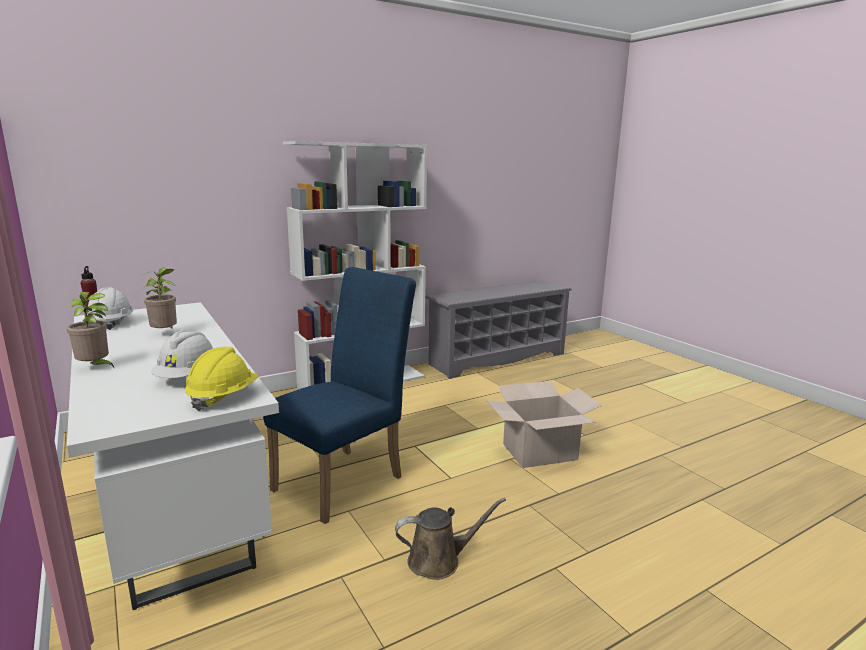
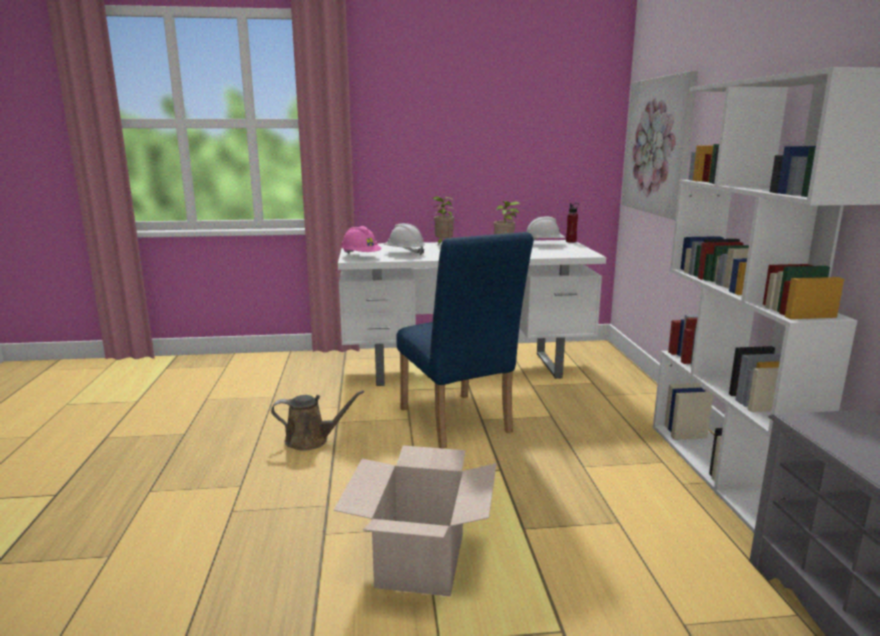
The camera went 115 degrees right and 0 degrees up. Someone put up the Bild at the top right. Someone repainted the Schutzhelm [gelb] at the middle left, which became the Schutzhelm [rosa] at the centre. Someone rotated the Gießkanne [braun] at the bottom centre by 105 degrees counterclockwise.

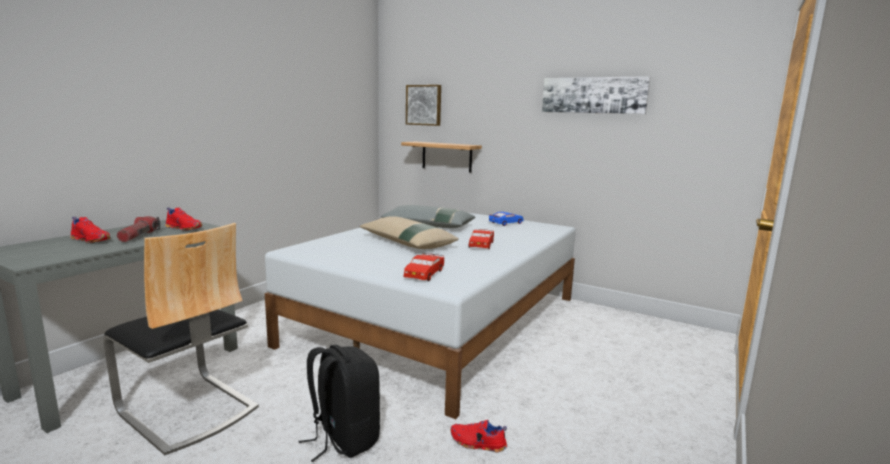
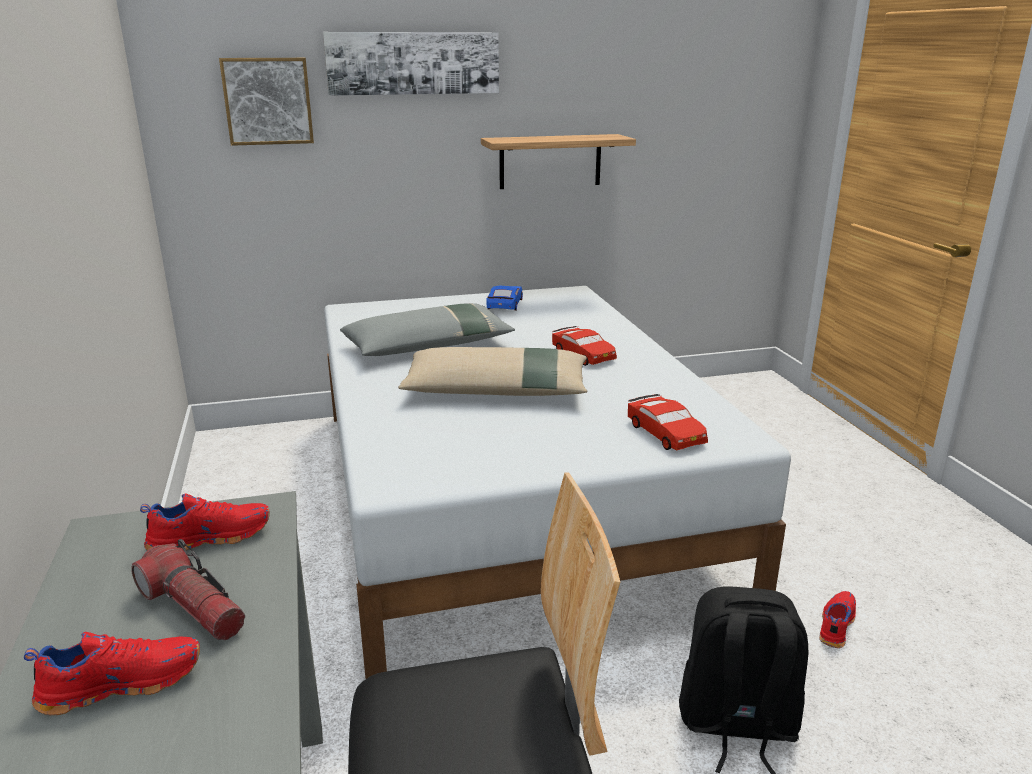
The camera went 45 degrees left and 10 degrees up. Someone carried the Wandregal from the centre to the top centre. Someone carried the Bild (2nd from left) from the top right to the top centre. Someone rotated the Schuh [rot] (3rd from left) at the bottom centre by 150 degrees clockwise.

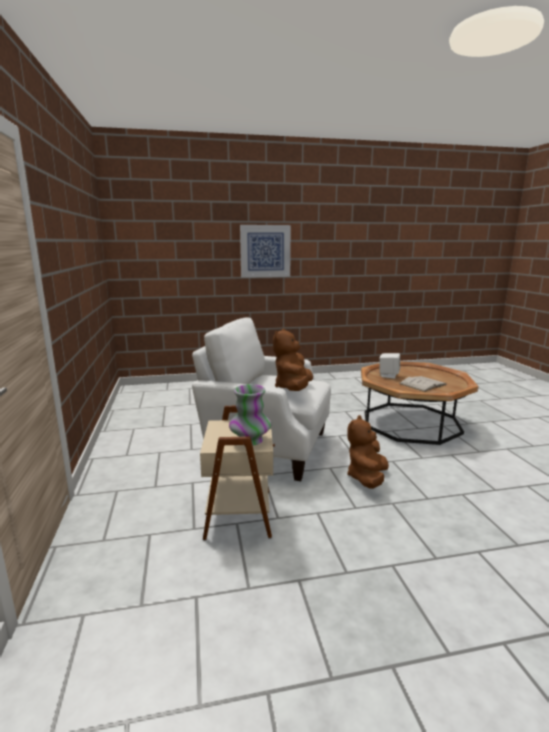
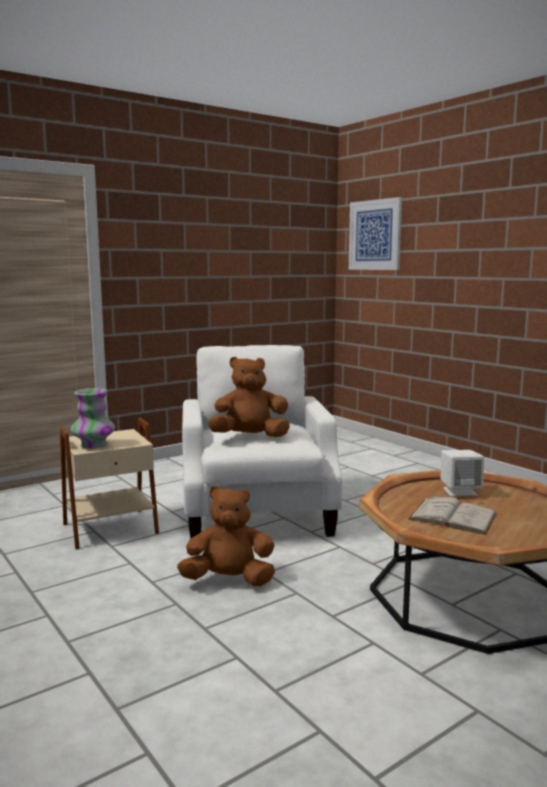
The camera went 65 degrees right and 5 degrees down. Someone carried the Bild from the centre to the top right.

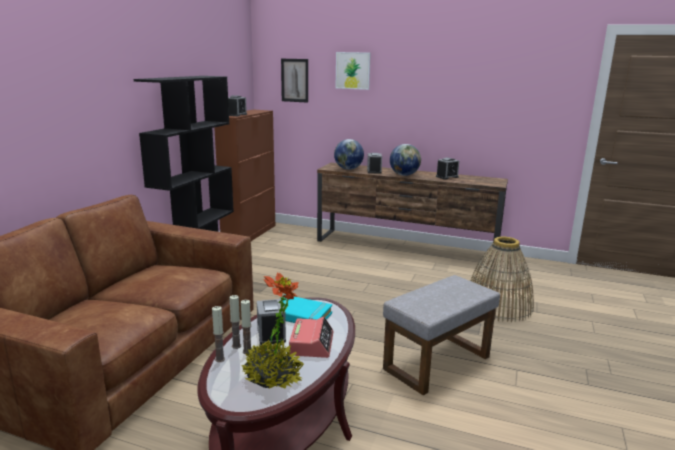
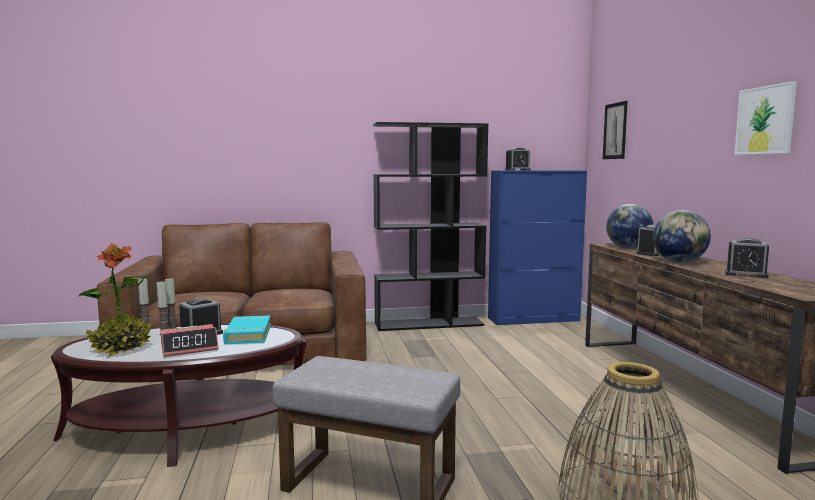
The camera went 60 degrees right and 10 degrees down. Someone carried the Bild (2nd from left) from the top centre to the top right. Someone repainted the Schrank [braun] at the centre, which became the Schrank [blau] at the centre.

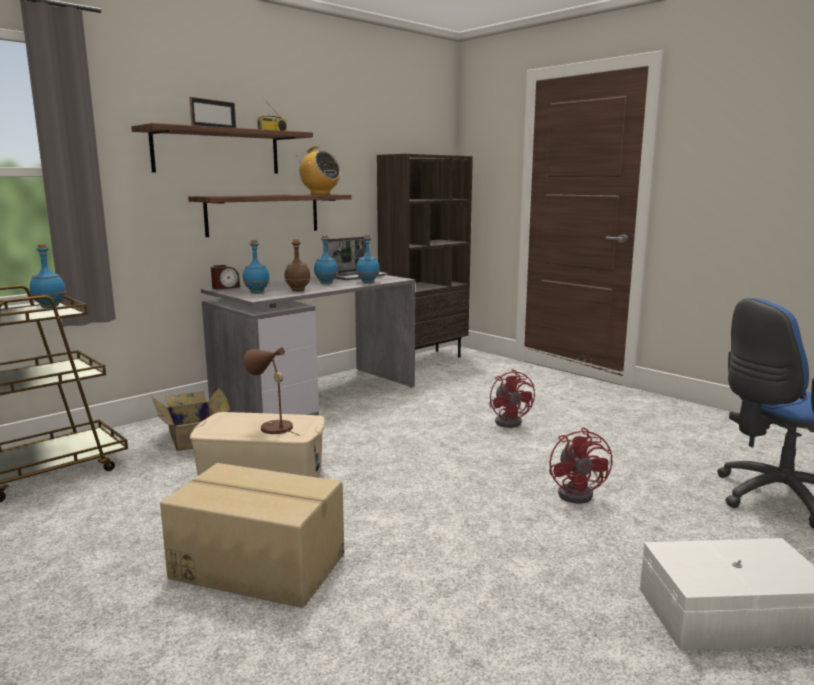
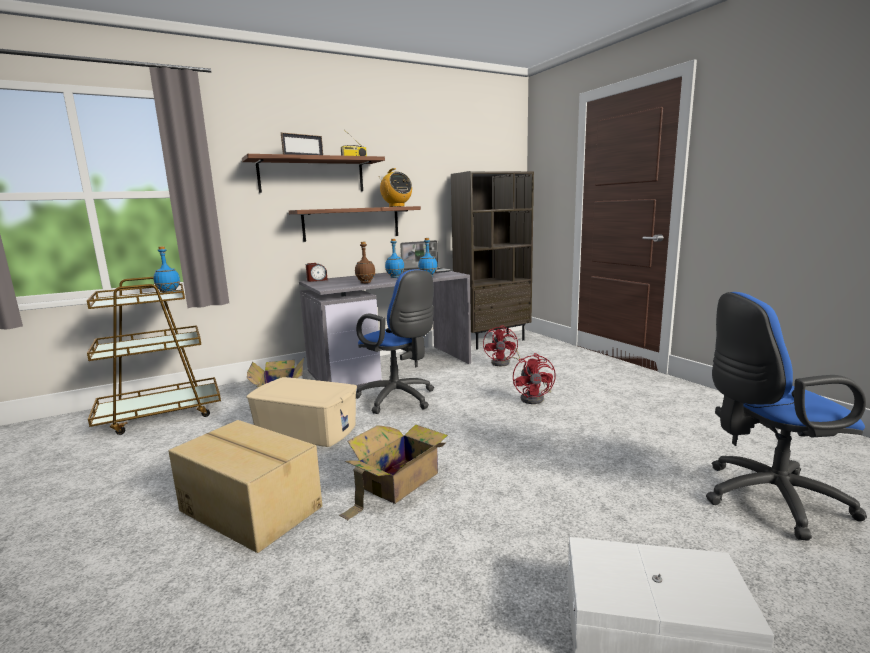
The camera went 15 degrees right and 0 degrees up. Someone took away the Flasche [blau] (2nd from left) at the middle left. Someone took away the Tischlampe [braun] at the centre. Someone put down the Karton (3rd from left) at the bottom centre. Someone put down the Bürostuhl [blau] (1st from left) at the centre. Someone carried the Ventilator [rot] (2nd from left in the first image) from the bottom right to the centre.

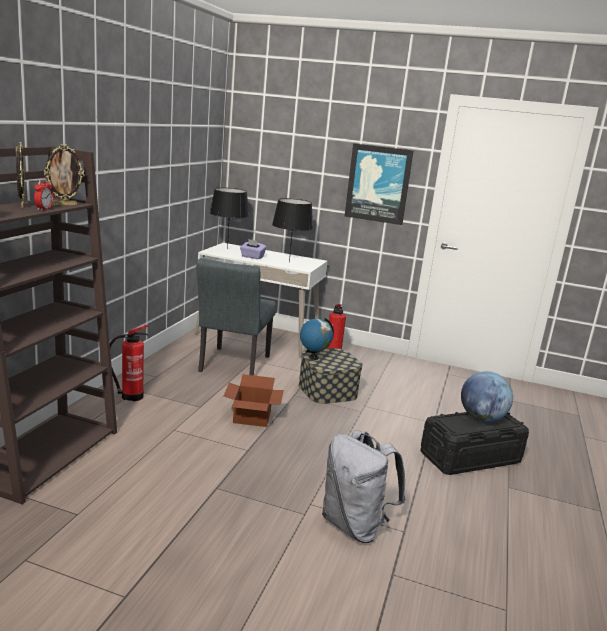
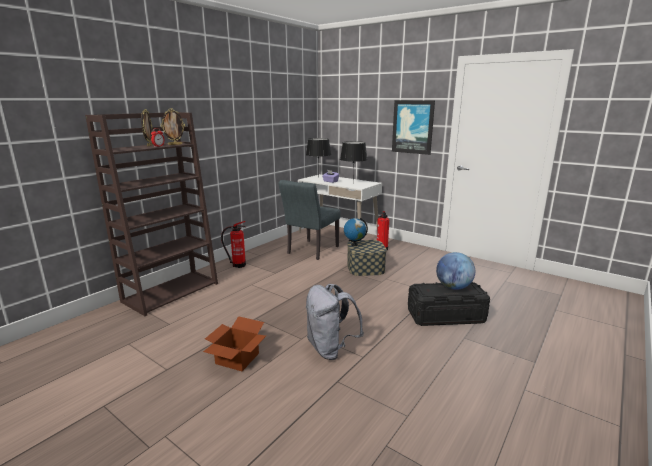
The camera went 20 degrees right and 0 degrees up. Someone carried the Karton from the centre to the bottom centre.

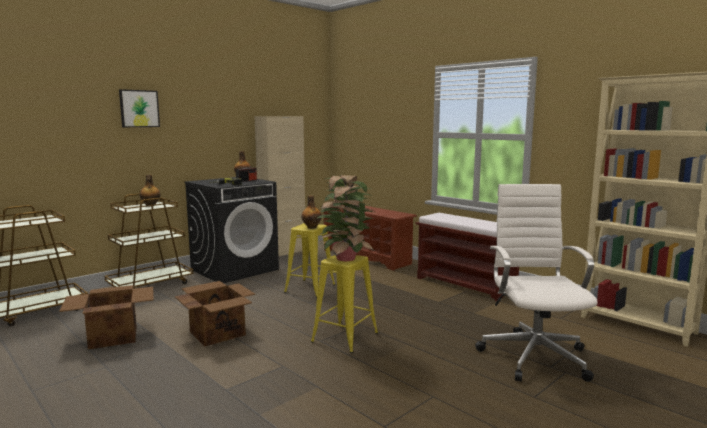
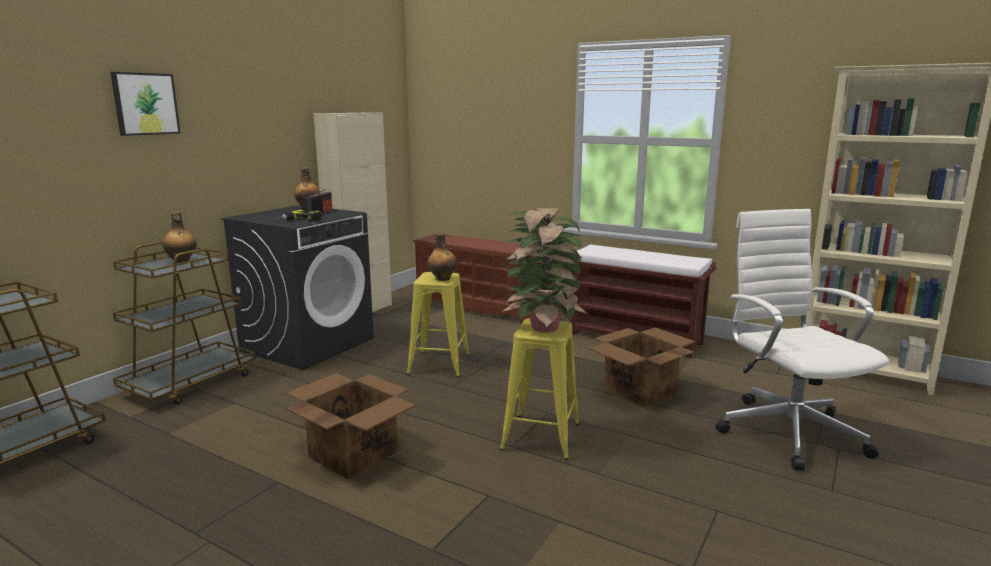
The camera went 15 degrees left and 5 degrees up. Someone carried the Karton (1st from left in the first image) from the bottom left to the centre.

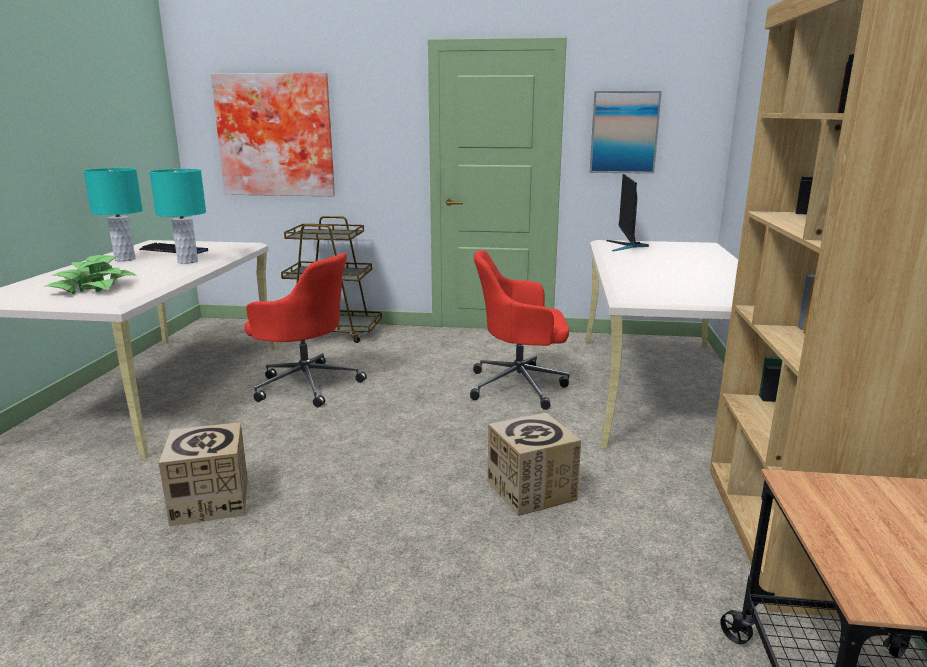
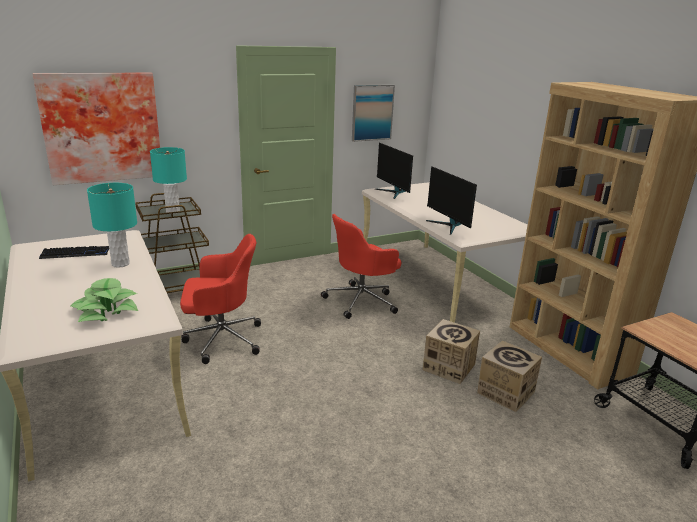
The camera went 35 degrees left and 5 degrees up. Someone put down the Monitor (2nd from left) at the centre. Someone carried the Tischlampe [türkis] (1st from left in the first image) from the top left to the middle left. Someone carried the Karton (1st from left in the first image) from the bottom left to the bottom right.

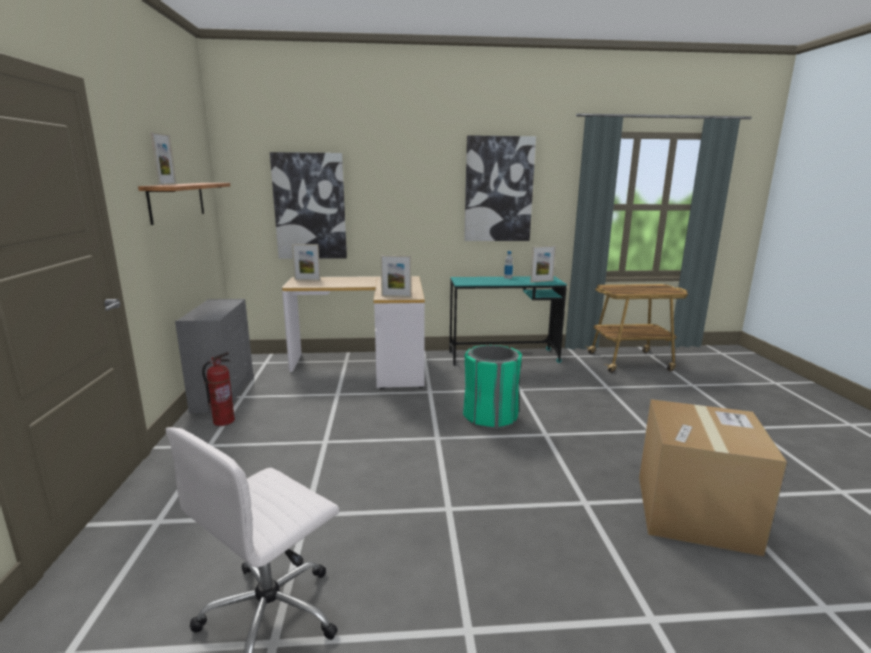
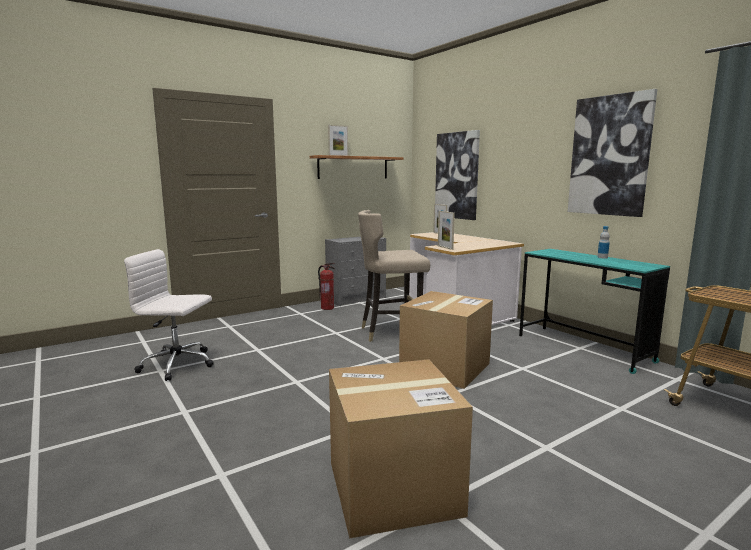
The camera went 60 degrees right and 5 degrees down. Someone took away the Bilderrahmen (4th from left) at the centre. Someone put down the Hocker [beige] at the centre. Someone swapped the Mülleimer [grün] at the centre for the Karton (2nd from left) at the centre.

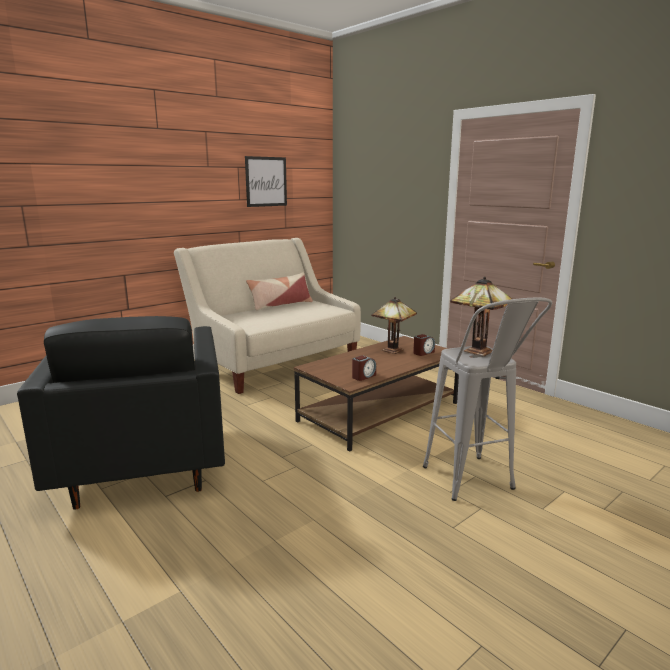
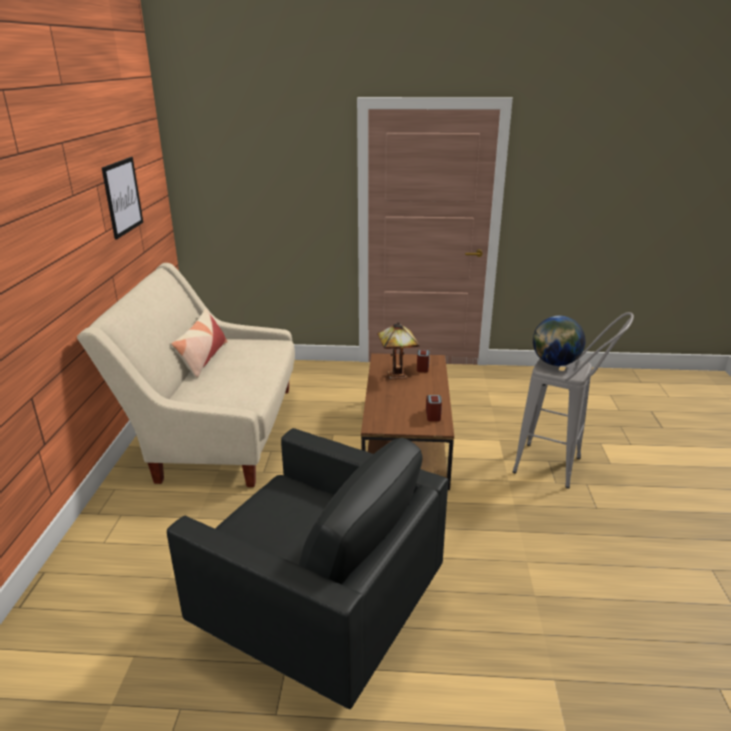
The camera went 45 degrees left and 10 degrees up. Someone swapped the Tischlampe (2nd from left) at the middle right for the Globus at the middle right.

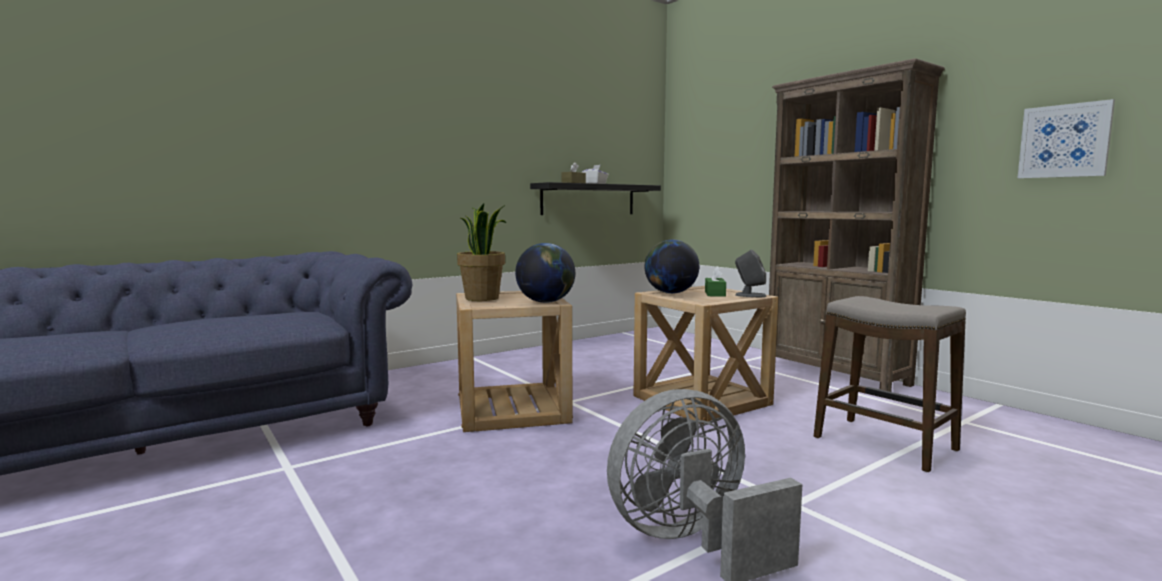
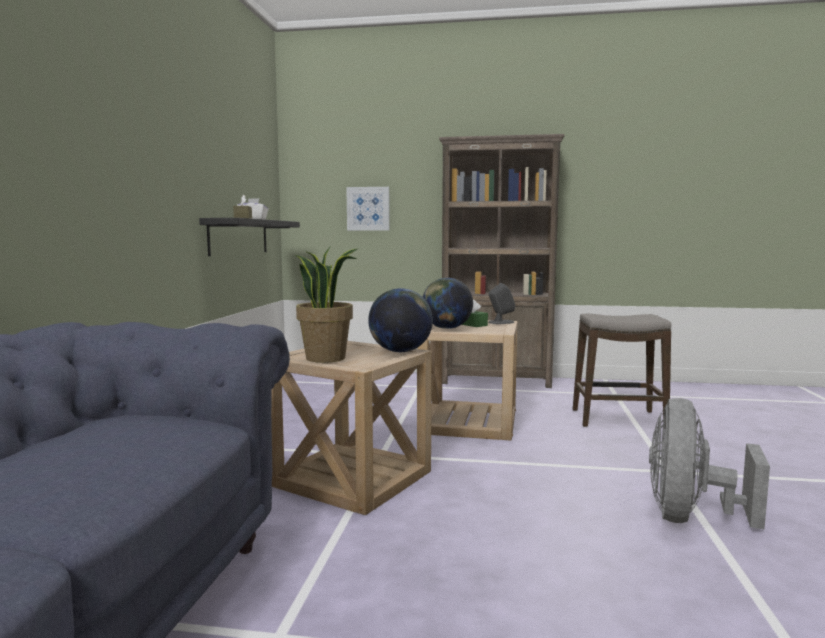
The camera went 45 degrees left and 0 degrees up. Someone carried the Bild from the top right to the top centre.

